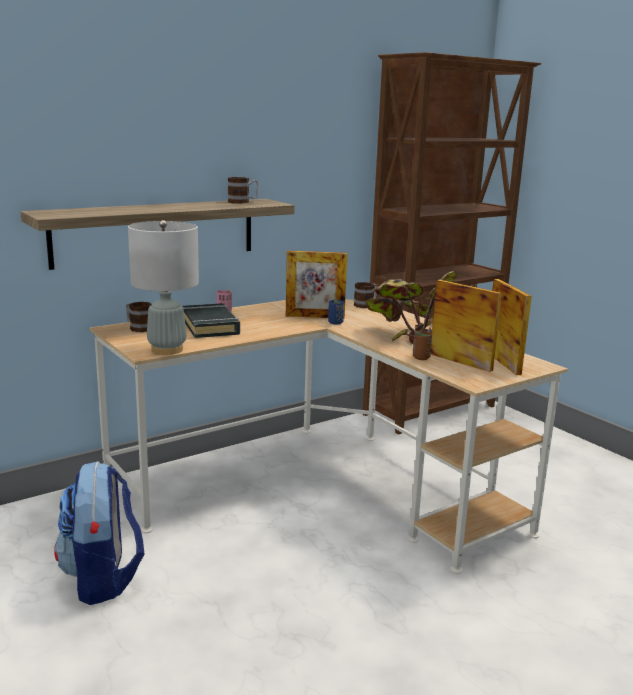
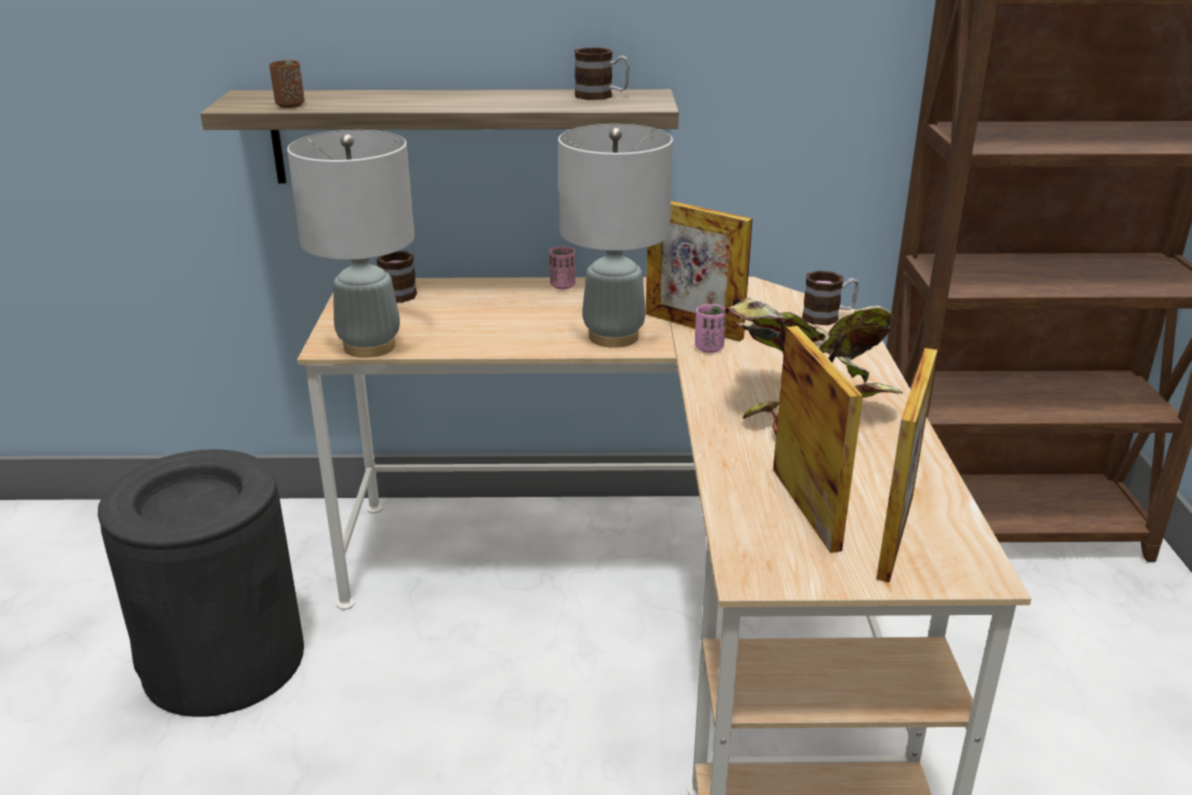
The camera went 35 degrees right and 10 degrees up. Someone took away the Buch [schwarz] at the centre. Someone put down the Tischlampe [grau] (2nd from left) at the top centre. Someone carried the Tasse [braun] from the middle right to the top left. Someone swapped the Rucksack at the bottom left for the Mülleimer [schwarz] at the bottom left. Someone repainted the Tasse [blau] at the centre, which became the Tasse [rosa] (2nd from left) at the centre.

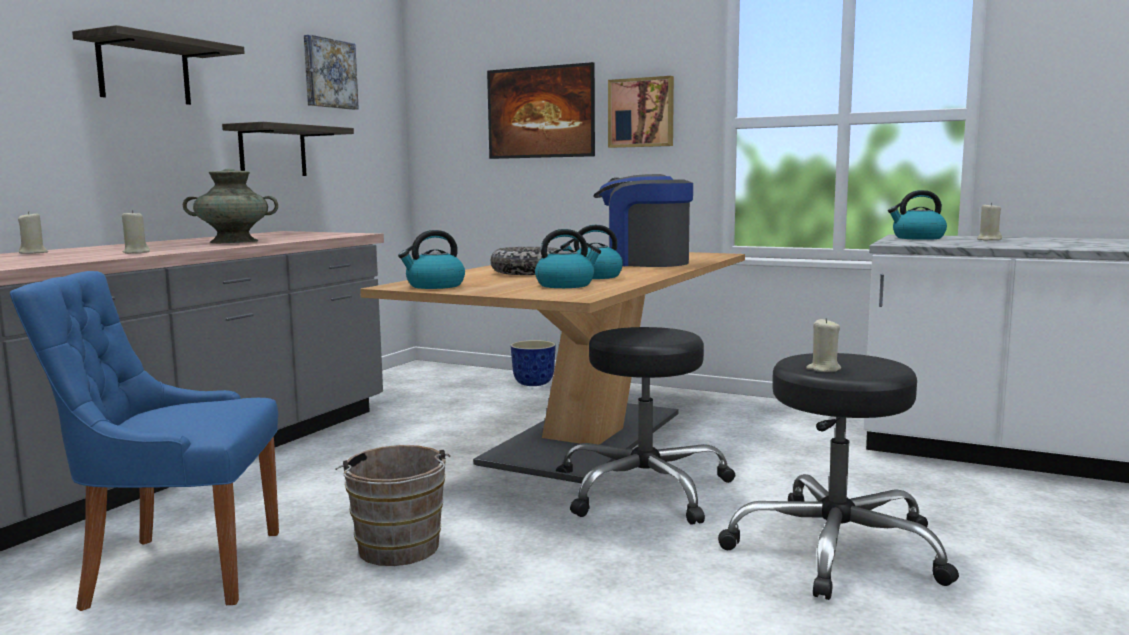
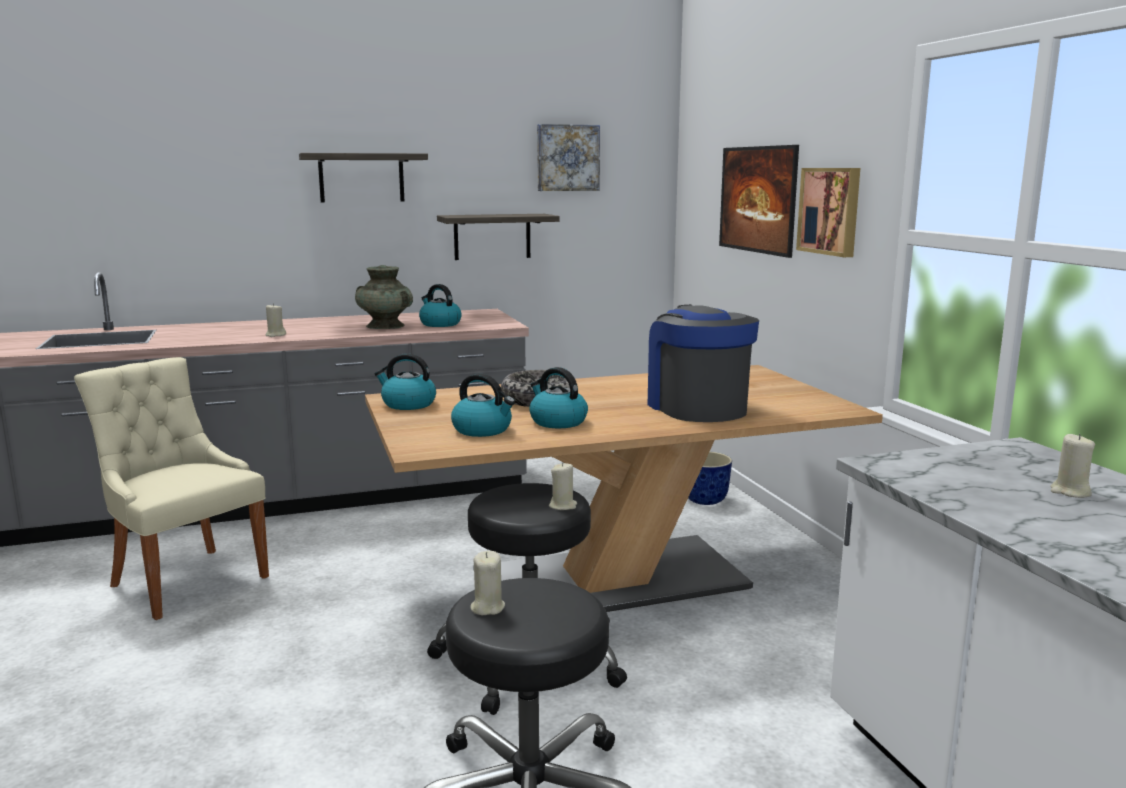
The camera went 45 degrees right and 5 degrees up. Someone took away the Eimer [braun] at the bottom centre. Someone carried the Kerze [beige] (1st from left in the first image) from the middle left to the centre. Someone carried the Wasserkessel (4th from left in the first image) from the middle right to the centre. Someone repainted the Stuhl [blau] at the bottom left, which became the Stuhl [beige] at the middle left.

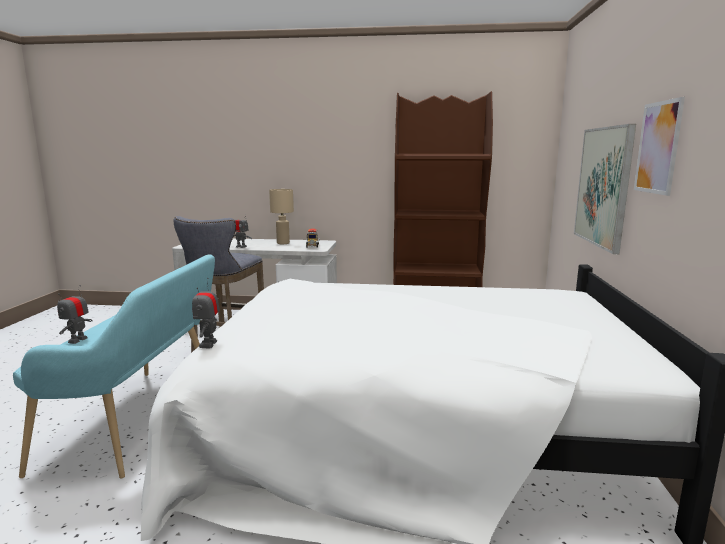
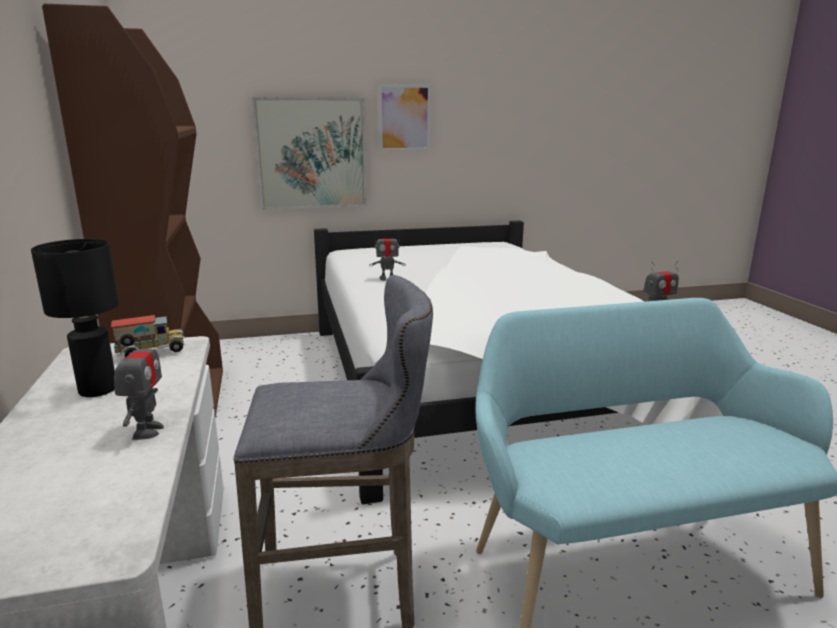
The camera went 110 degrees left and 5 degrees up. Someone carried the Spielzeugroboter (1st from left in the first image) from the middle left to the centre. Someone repainted the Tischlampe [beige] at the centre, which became the Tischlampe [schwarz] at the middle left.

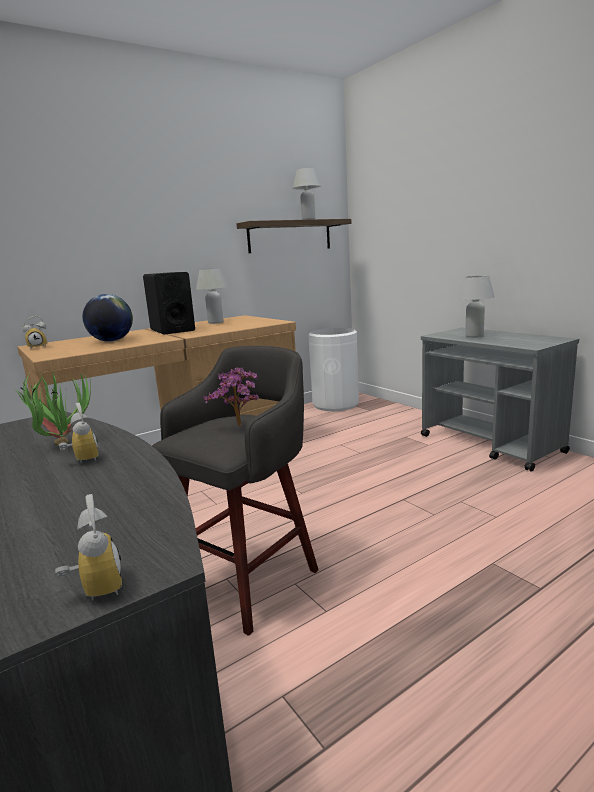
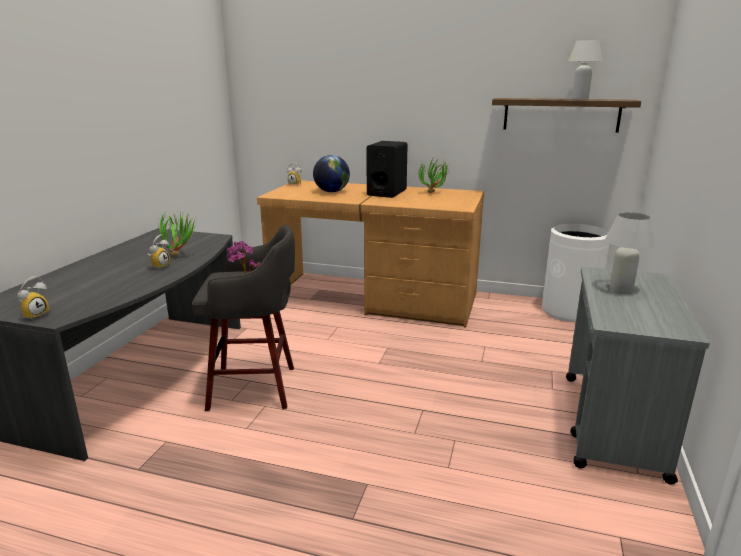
The camera went 50 degrees right and 5 degrees up. Someone swapped the Tischlampe [weiß] (1st from left) at the centre for the Topfpflanze (3rd from left) at the top centre.

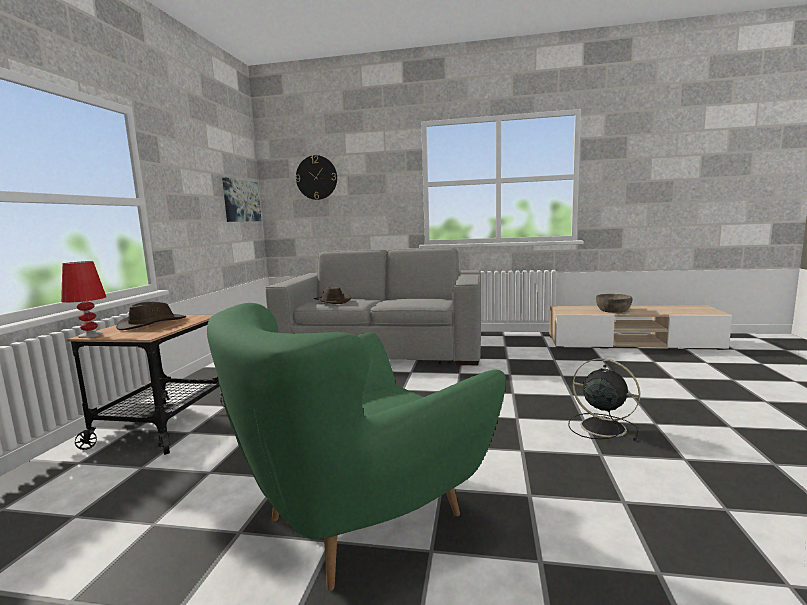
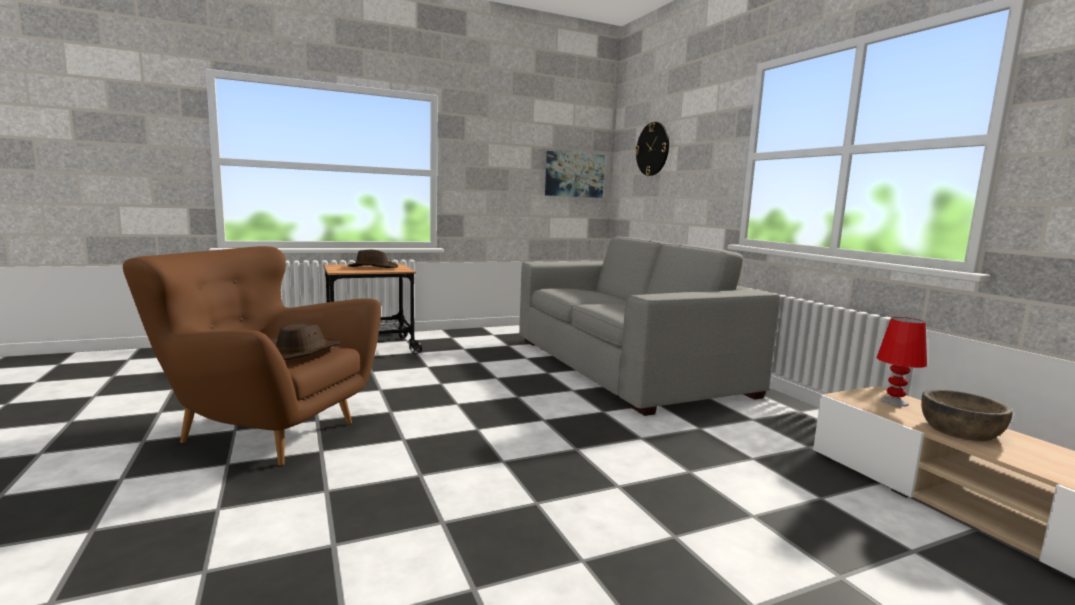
The camera went 55 degrees right and 0 degrees up. Someone took away the Ventilator [schwarz] at the middle right. Someone carried the Tischlampe [rot] from the middle left to the middle right. Someone carried the Hut [braun] (2nd from left in the first image) from the centre to the middle left. Someone repainted the Sessel [grün] at the bottom centre, which became the Sessel [braun] at the middle left.

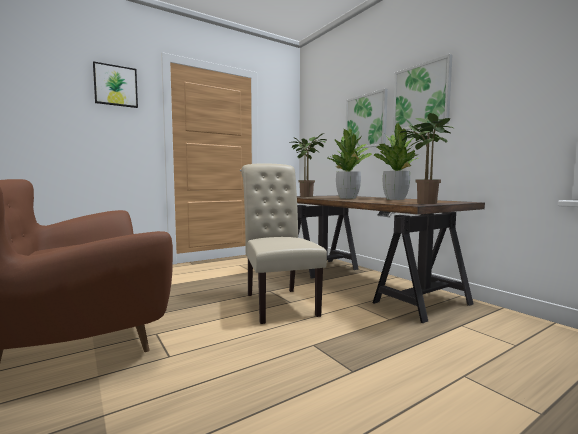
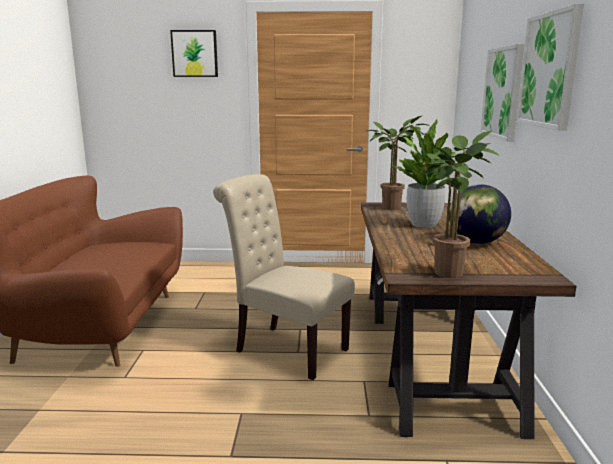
The camera went 35 degrees right and 10 degrees up. Someone swapped the Topfpflanze (3rd from left) at the middle right for the Globus at the middle right. Someone rotated the Stuhl [beige] at the centre by 75 degrees counterclockwise.

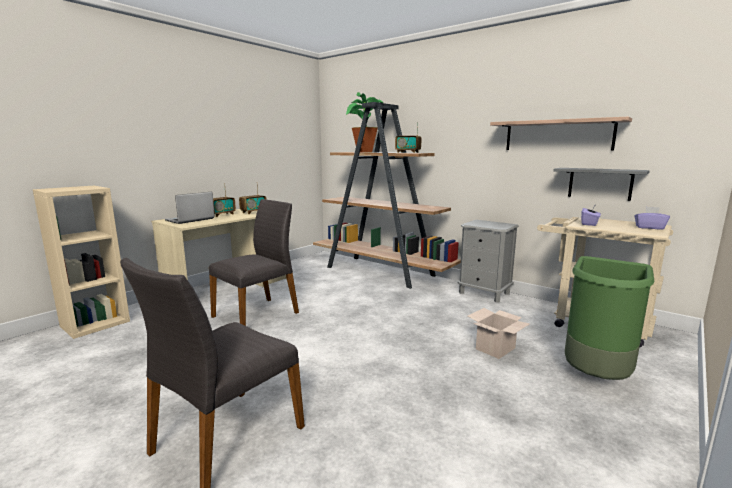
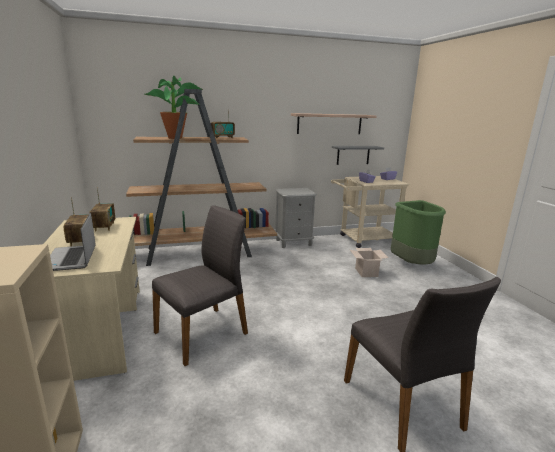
The camera went 55 degrees left and 5 degrees up. Someone rotated the Stuhl [grau] (2nd from left in the first image) at the centre by 60 degrees clockwise.

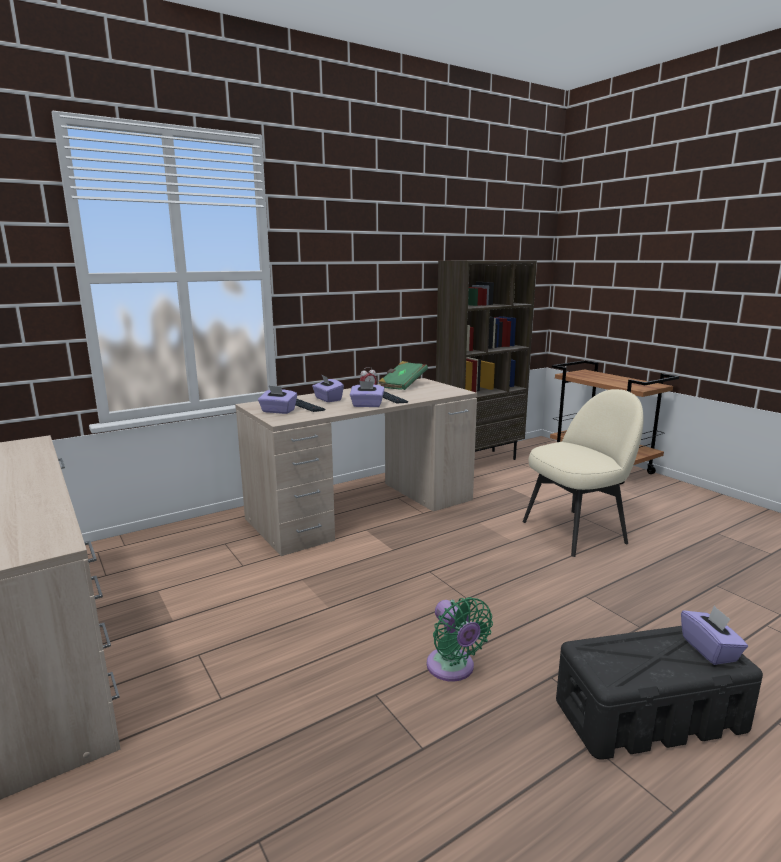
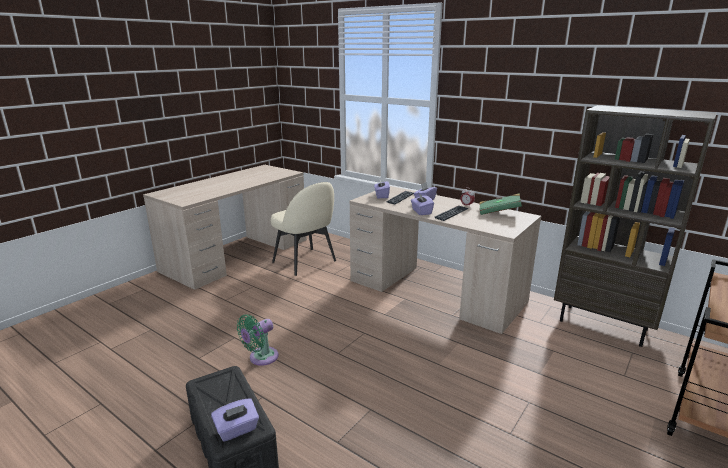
The camera went 70 degrees right and 5 degrees up. Someone carried the Stuhl [beige] from the middle right to the centre.

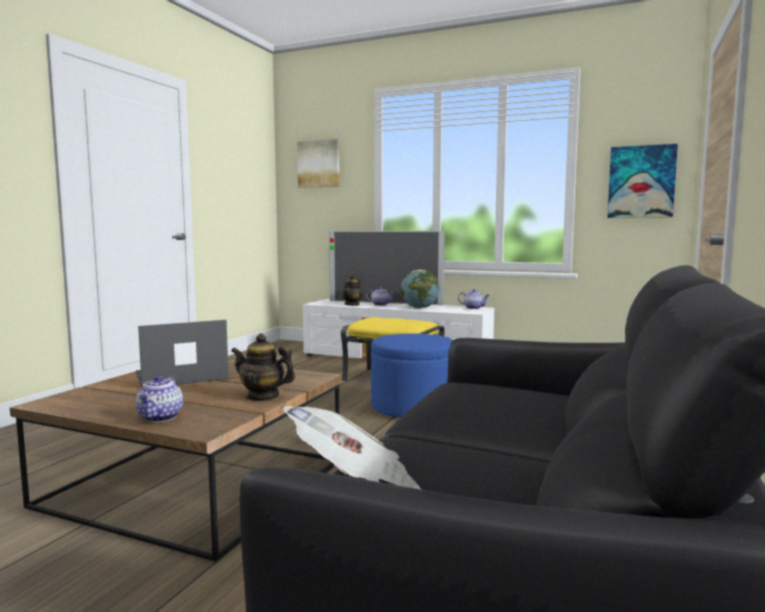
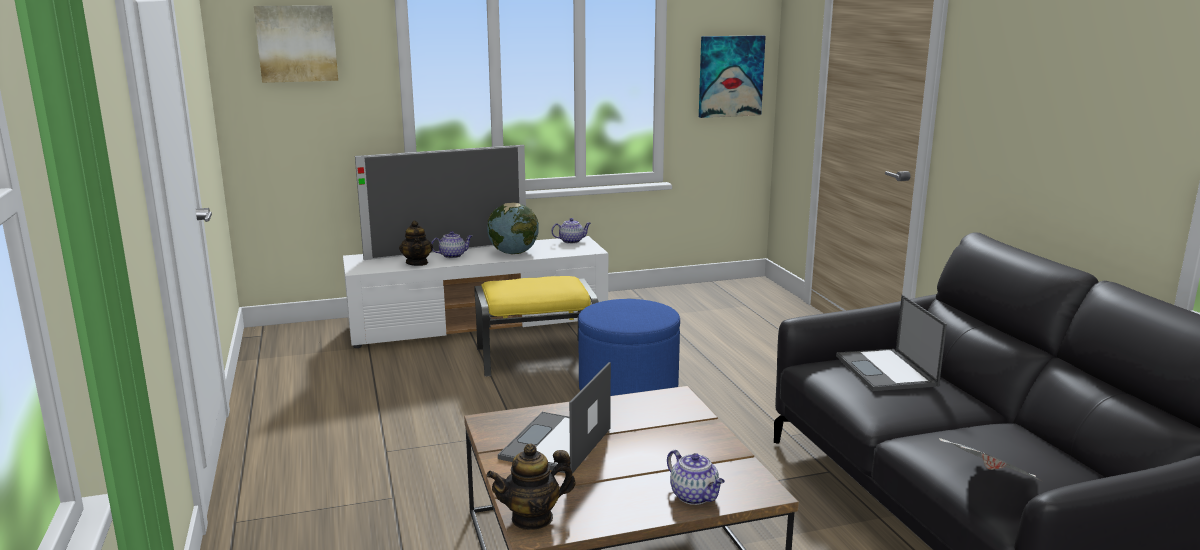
The camera went 40 degrees left and 10 degrees up. Someone put down the Laptop (2nd from left) at the middle right. Someone carried the Teekanne (2nd from left in the first image) from the centre to the bottom centre.

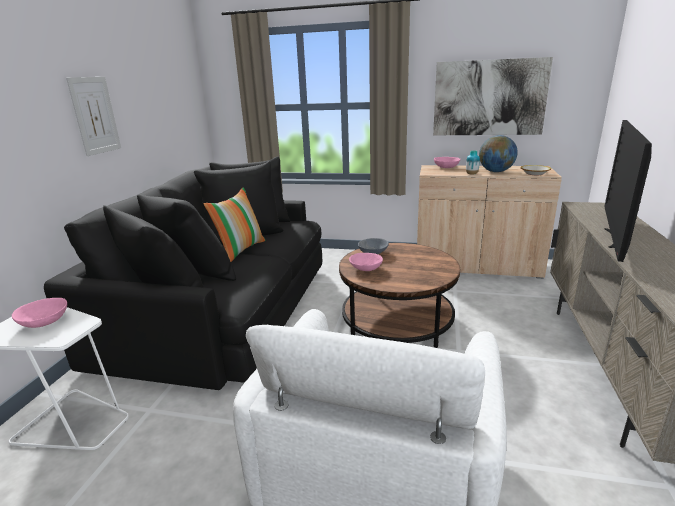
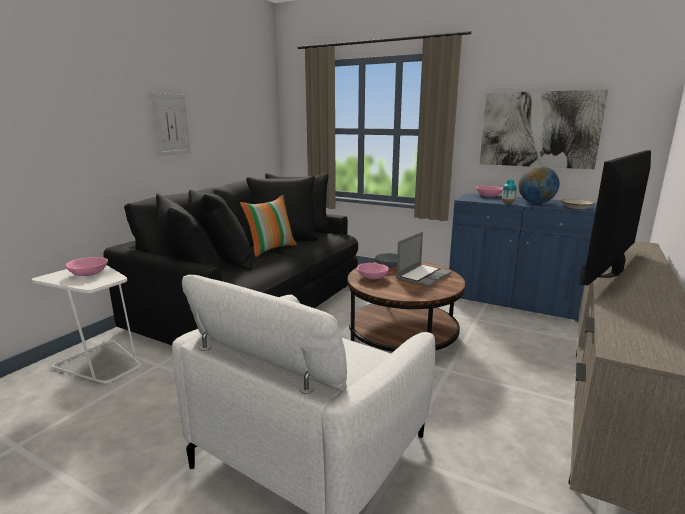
The camera went 15 degrees right and 5 degrees down. Someone put down the Laptop at the centre. Someone repainted the Schrank [beige] at the middle right, which became the Schrank [blau] at the middle right.

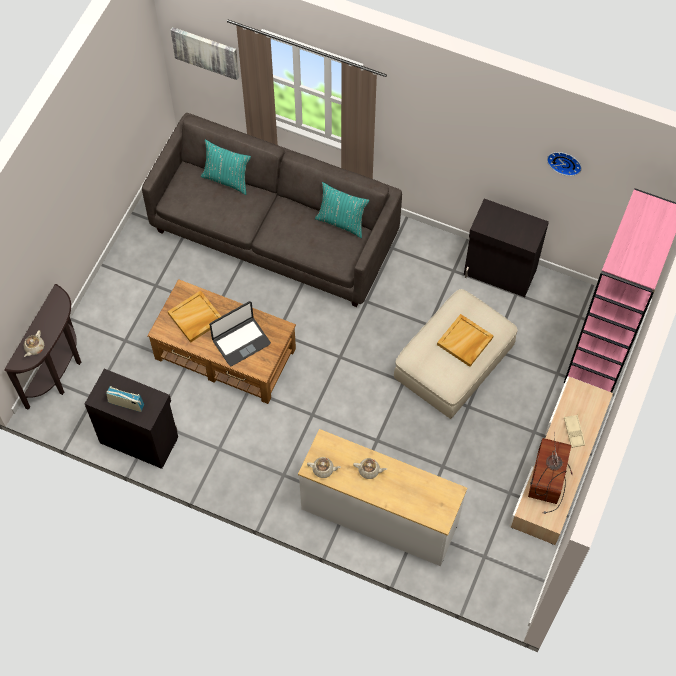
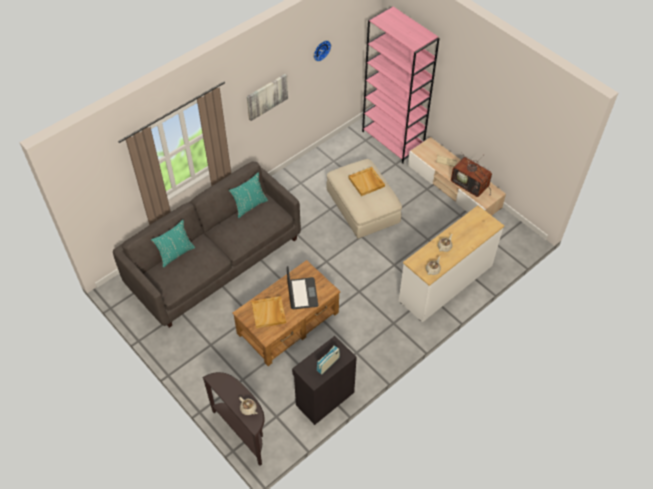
The camera went 65 degrees left and 10 degrees down. Someone took away the Schrank [schwarz] (2nd from left) at the middle right. Someone carried the Bild from the top left to the top centre.

